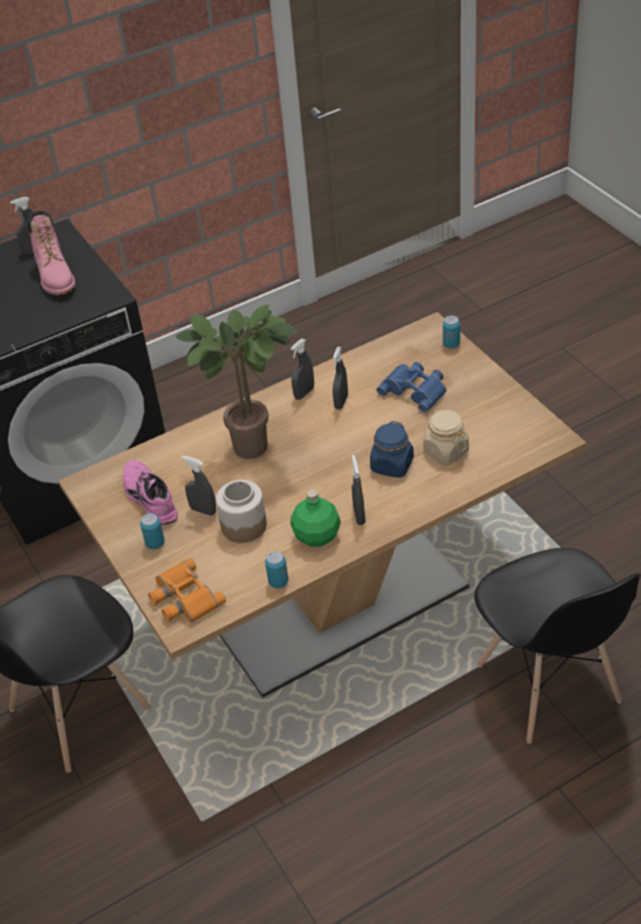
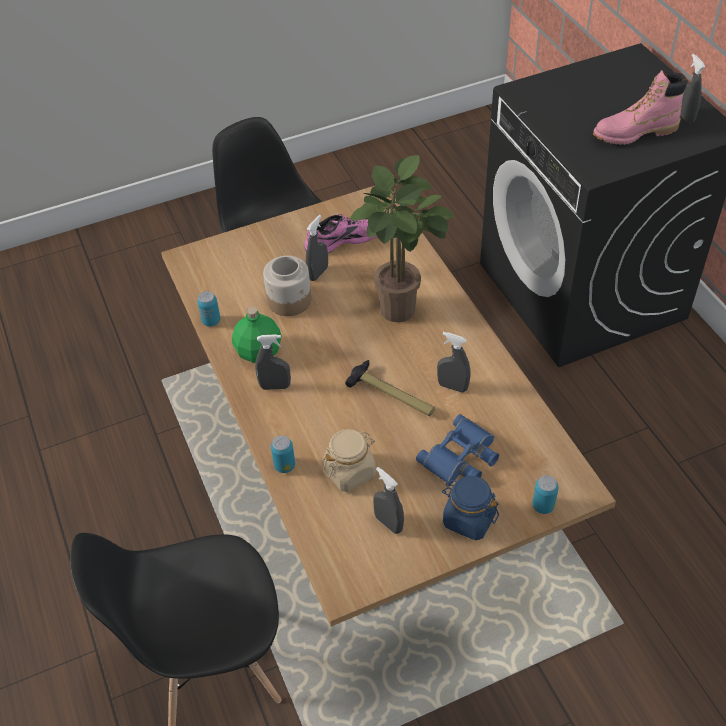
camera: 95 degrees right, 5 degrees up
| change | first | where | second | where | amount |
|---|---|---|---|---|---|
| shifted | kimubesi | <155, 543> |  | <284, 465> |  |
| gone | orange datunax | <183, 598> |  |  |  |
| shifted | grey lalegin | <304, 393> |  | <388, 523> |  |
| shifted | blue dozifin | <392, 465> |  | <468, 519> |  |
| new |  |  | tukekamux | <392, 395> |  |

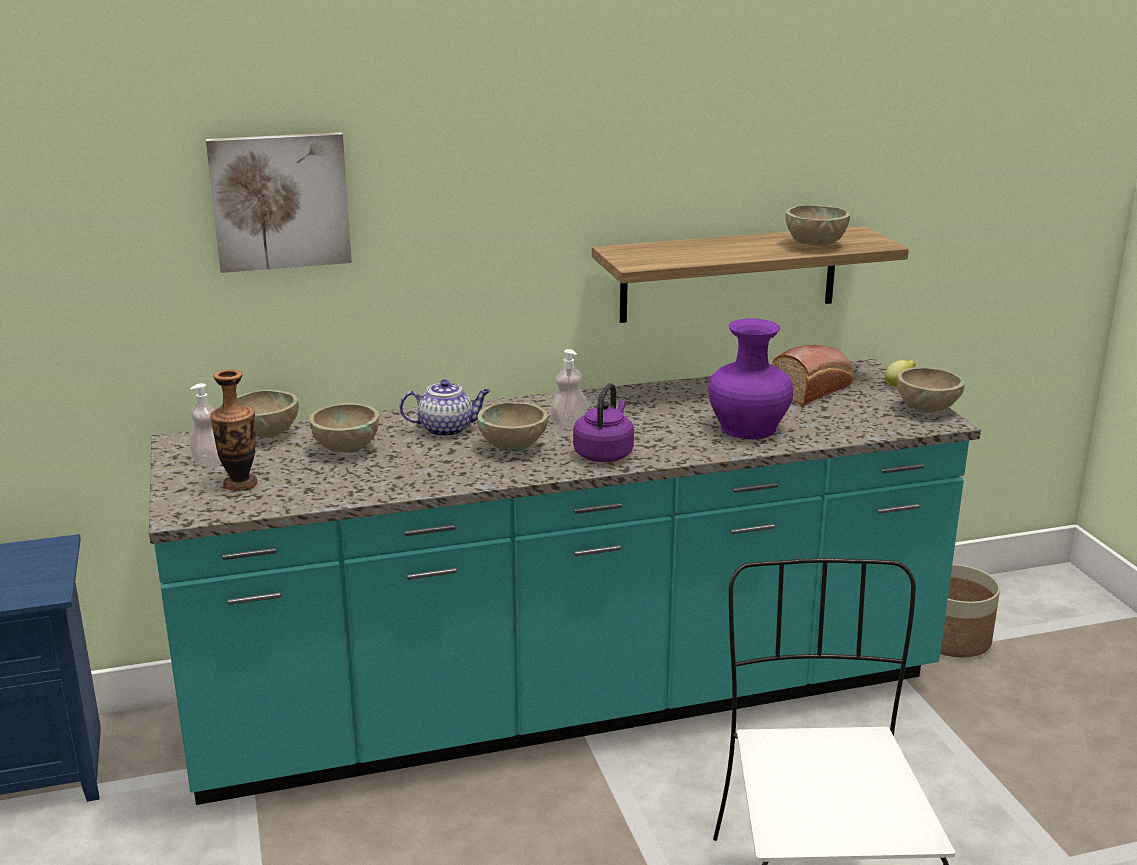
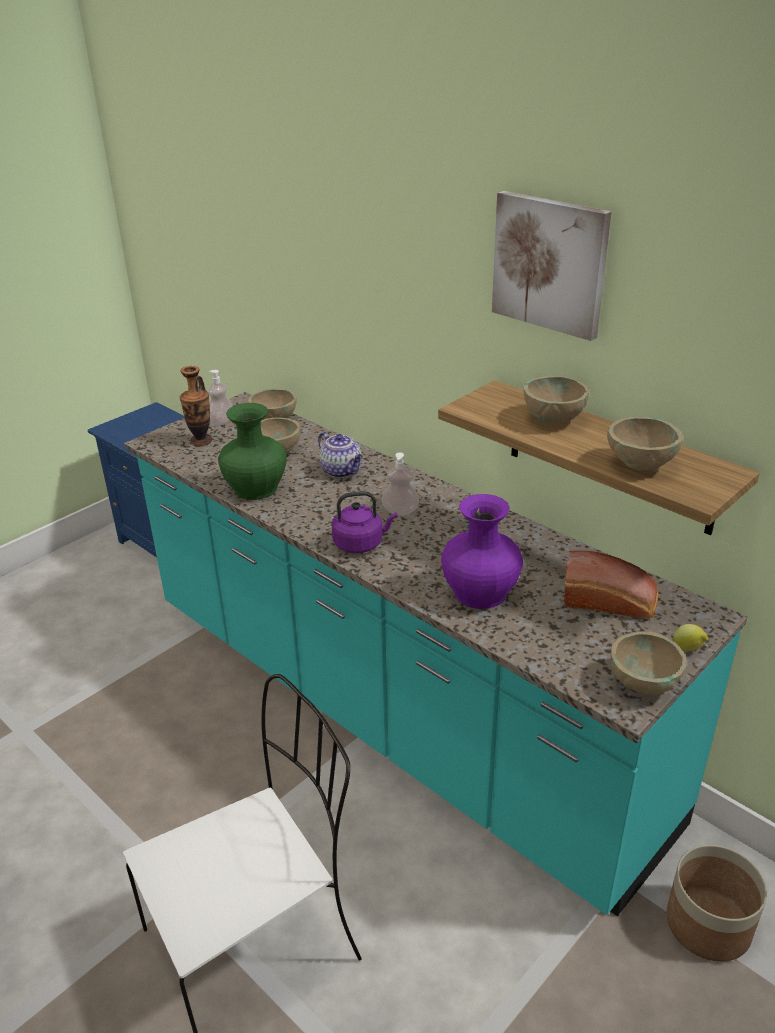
camera: 60 degrees right, 10 degrees up
| change | first | where | second | where | amount |
|---|---|---|---|---|---|
| shifted | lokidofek | <280, 201> |  | <550, 264> |  |
| shifted | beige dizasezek | <513, 448> |  | <554, 419> |  |
| new |  |  | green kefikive | <256, 488> |  |

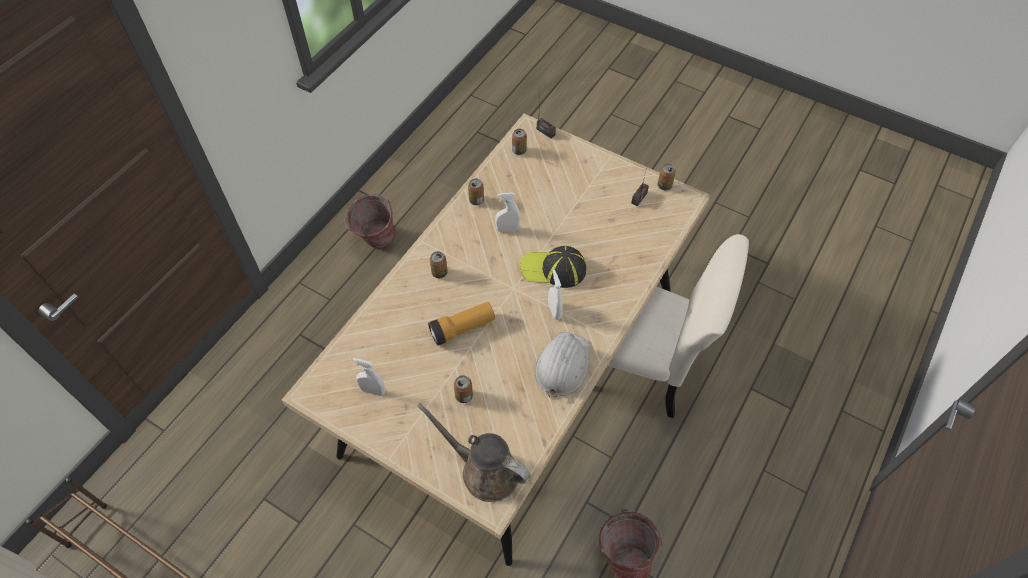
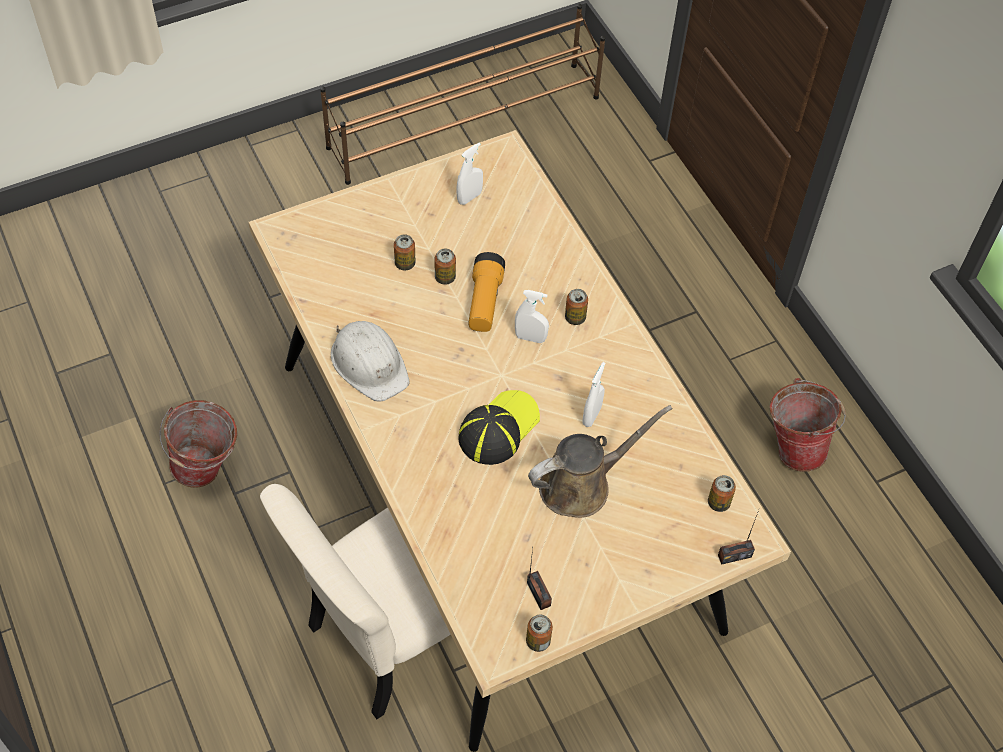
camera: 120 degrees right, 0 degrees up
| change | first | where | second | where | amount |
|---|---|---|---|---|---|
| shifted | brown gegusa | <484, 470> |  | <581, 484> |  |
| shifted | kimubesi | <476, 200> |  | <445, 277> |  |
| shifted | white lalegin | <554, 311> |  | <530, 338> |  |

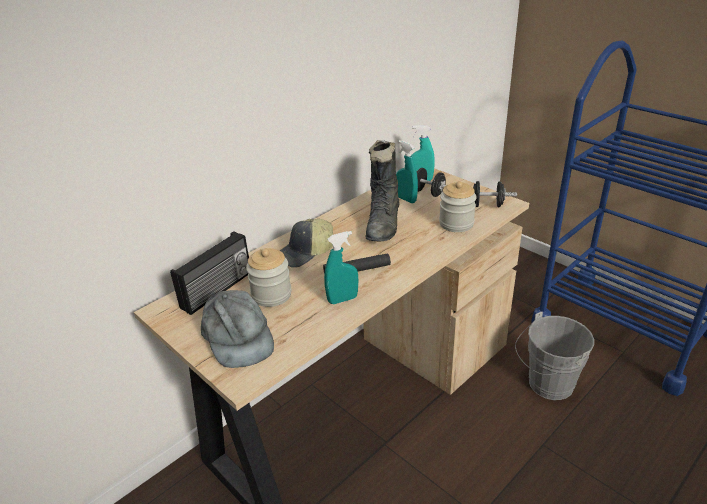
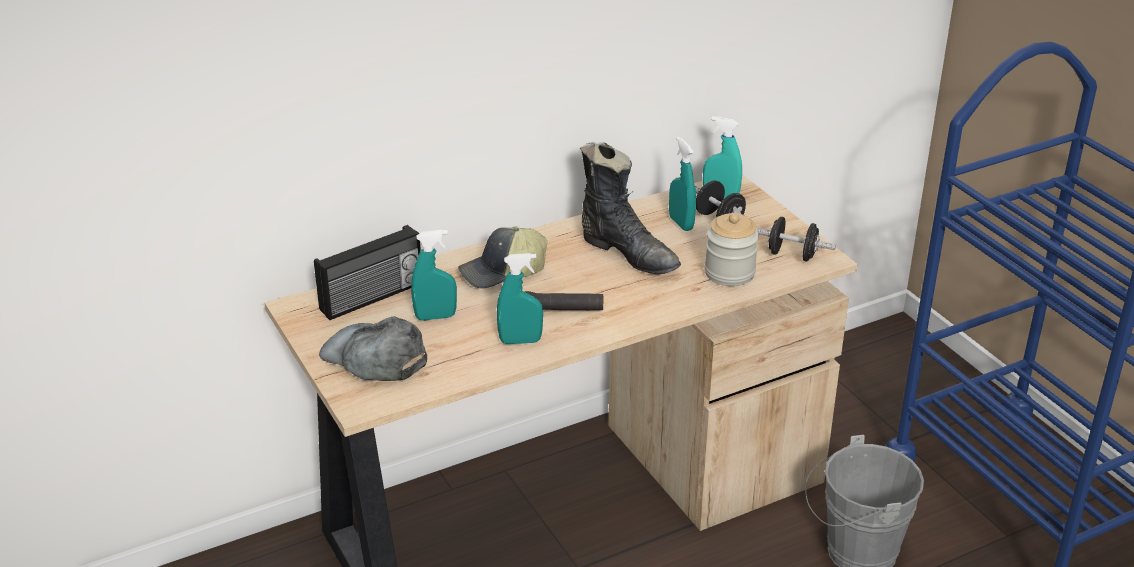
camera: 15 degrees right, 0 degrees up
| change | first | where | second | where | amount |
|---|---|---|---|---|---|
| rotated | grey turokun | <237, 337> |  | <374, 357> | 135 degrees clockwise |
| swapped | dozifin | <271, 295> | turquoise lalegin | <435, 317> |  |
| rotated | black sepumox | <384, 224> |  | <628, 253> | 75 degrees counterclockwise |

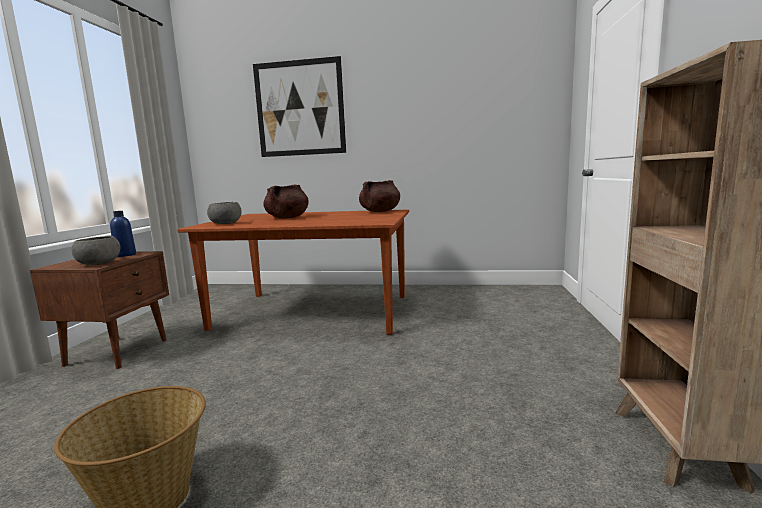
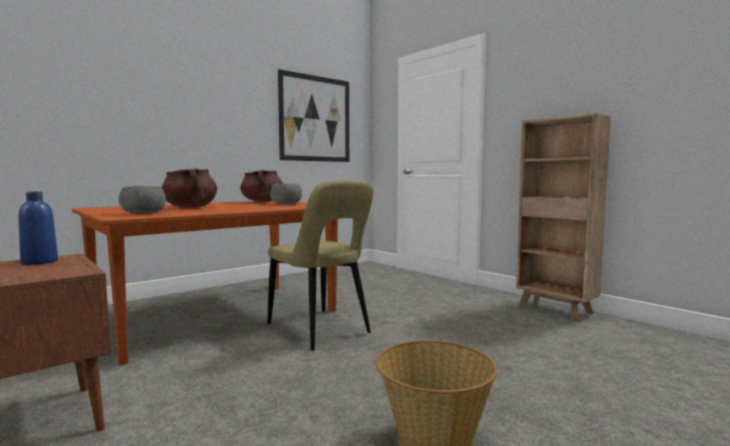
camera: 50 degrees left, 5 degrees down
| change | first | where | second | where | amount |
|---|---|---|---|---|---|
| shifted | grey dizasezek | <99, 263> |  | <286, 204> |  |
| shifted | lokidofek | <300, 108> |  | <315, 119> |  |
| new |  |  | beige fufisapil | <321, 330> |  |

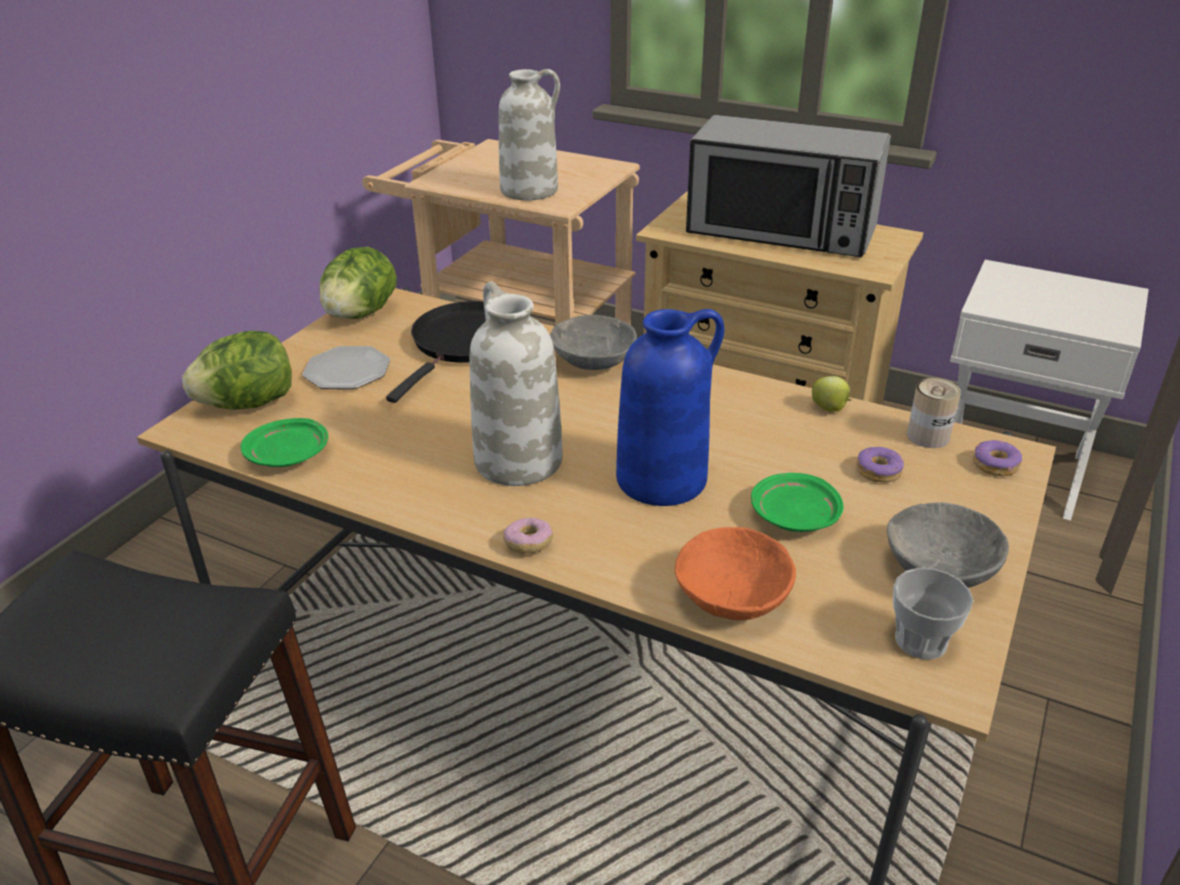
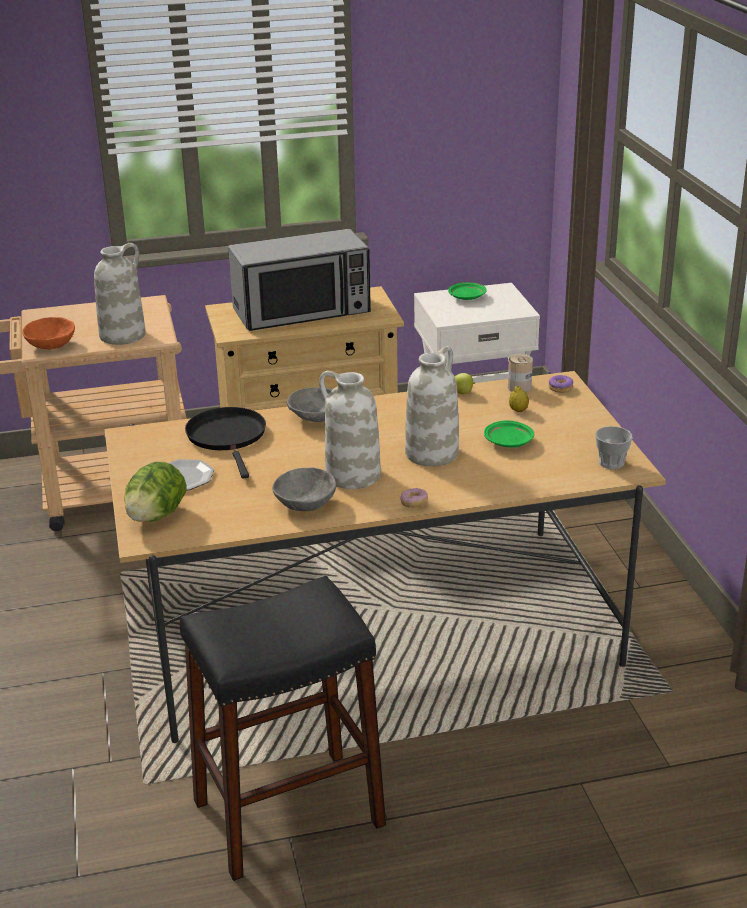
camera: 40 degrees left, 5 degrees down
| change | first | where | second | where | amount |
|---|---|---|---|---|---|
| shifted | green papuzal | <289, 455> |  | <467, 297> |  |
| gone | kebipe | <360, 314> |  |  |  |
| repainted | blue kefikive | <662, 478> | white kefikive | <432, 453> |  |
| shifted | orange dizasezek | <733, 597> |  | <51, 345> |  |
| swapped | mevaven | <878, 471> | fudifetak | <518, 410> |  |
| shifted | grey dizasezek | <941, 569> |  | <306, 503> |  |

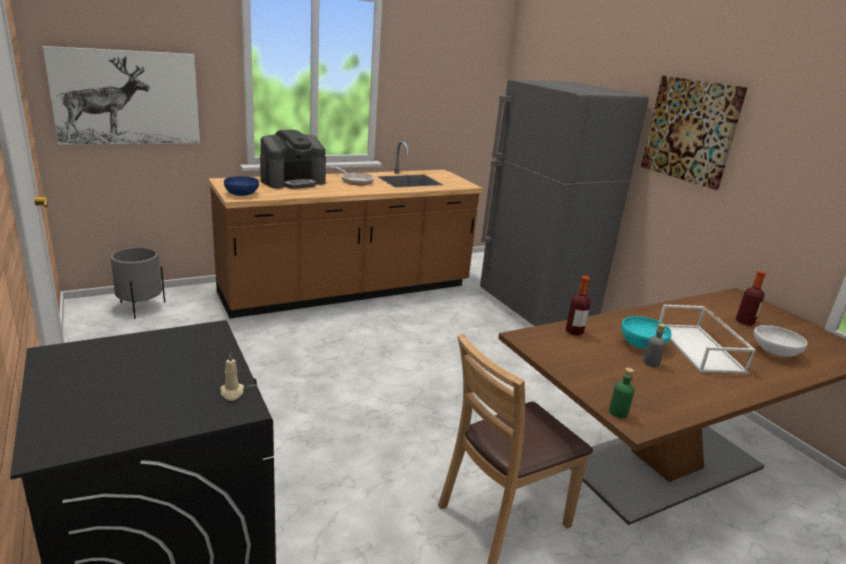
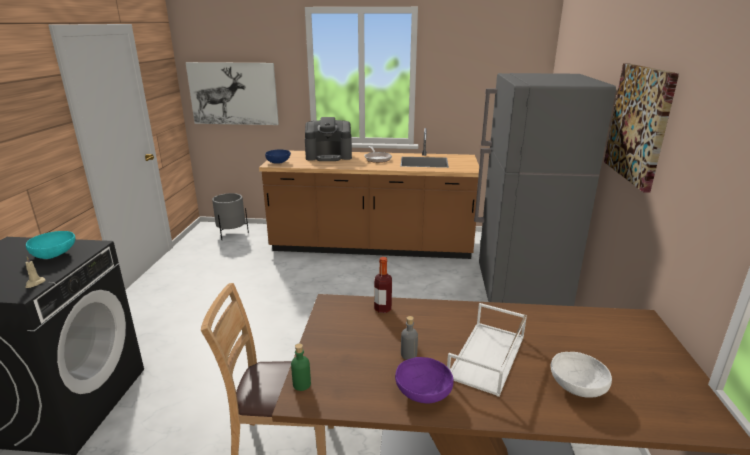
camera: 35 degrees right, 0 degrees up
| change | first | where | second | where | amount |
|---|---|---|---|---|---|
| shifted | turquoise dizasezek | <642, 344> |  | <55, 255> |  |
| gone | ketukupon | <744, 322> |  |  |  |
| new |  |  | purple dizasezek | <422, 394> |  |

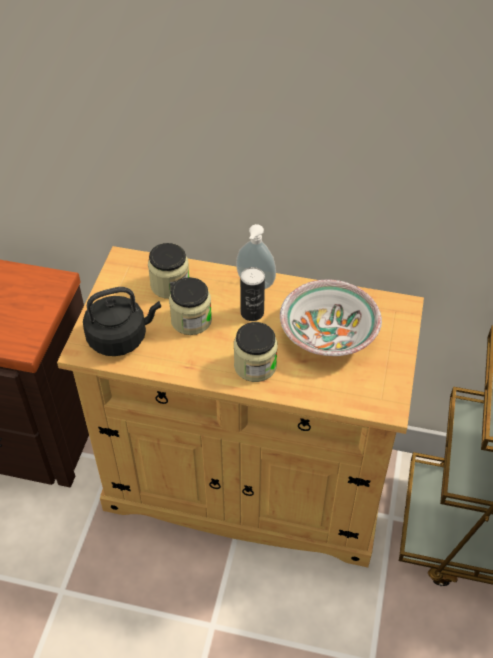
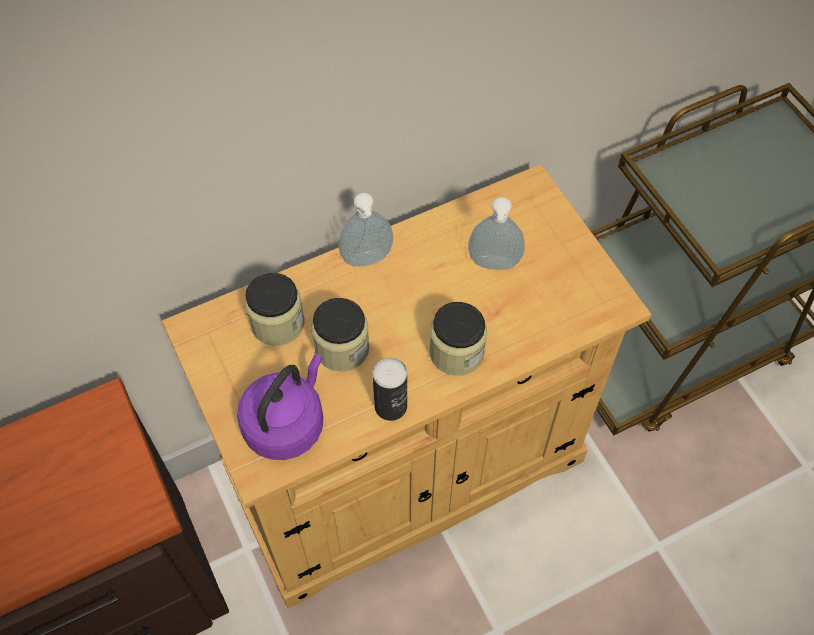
camera: 40 degrees left, 10 degrees up
| change | first | where | second | where | amount |
|---|---|---|---|---|---|
| repainted | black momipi | <120, 338> | purple momipi | <286, 423> |  |
| shifted | kimubesi | <252, 312> |  | <390, 406> |  |
| swapped | dizasezek | <329, 334> | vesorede | <493, 265> |  |

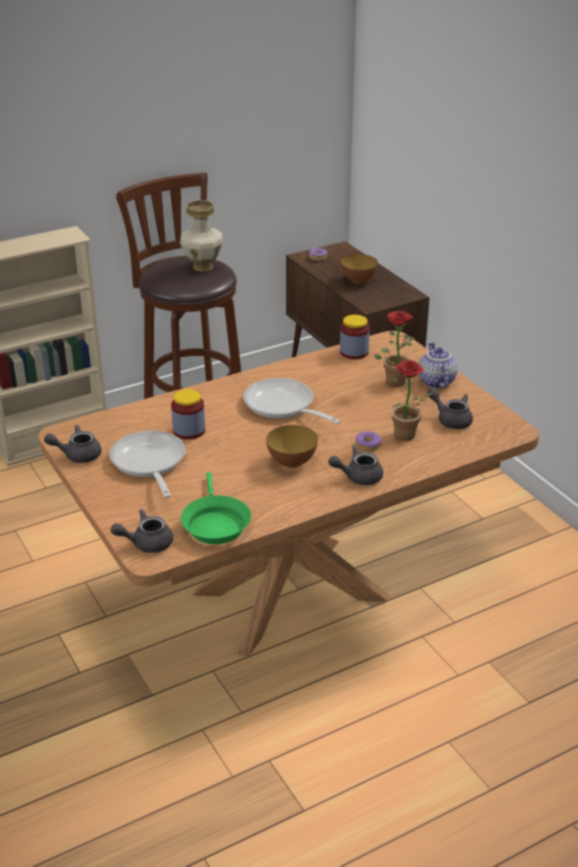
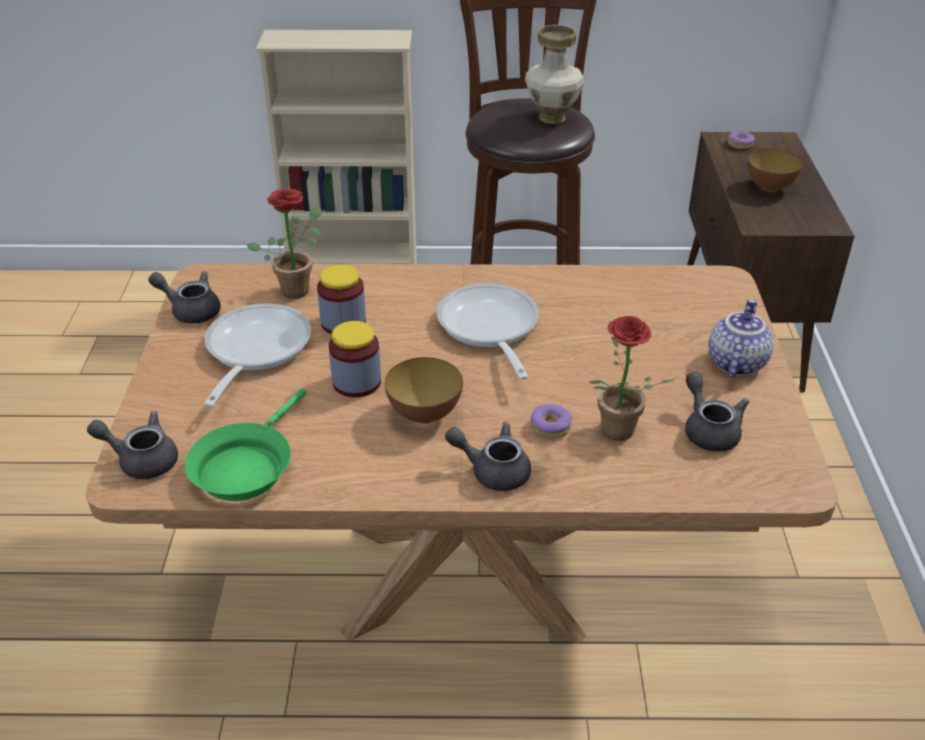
camera: 30 degrees right, 5 degrees up
| change | first | where | second | where | amount |
|---|---|---|---|---|---|
| shifted | dozifin | <354, 352> |  | <356, 382> |  |
| shifted | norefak | <394, 380> |  | <298, 287> |  |

